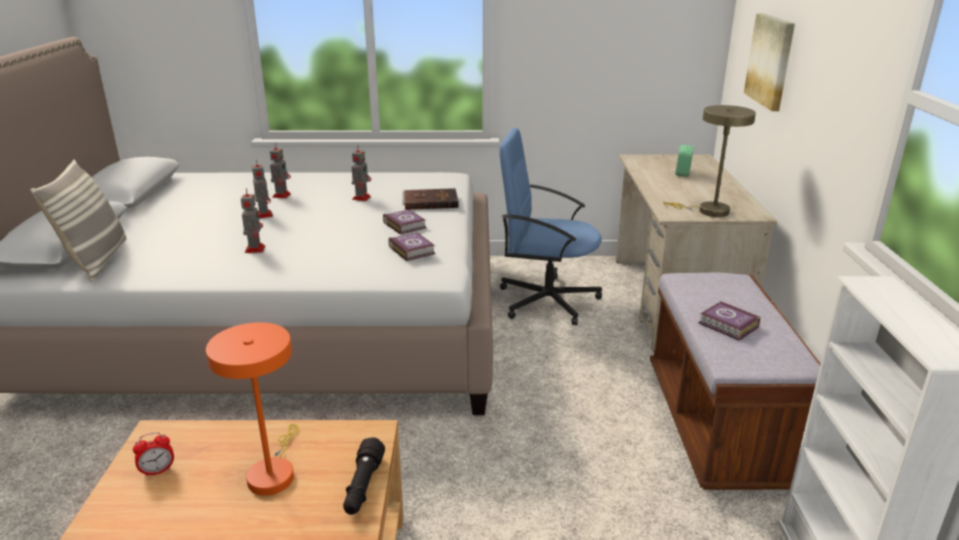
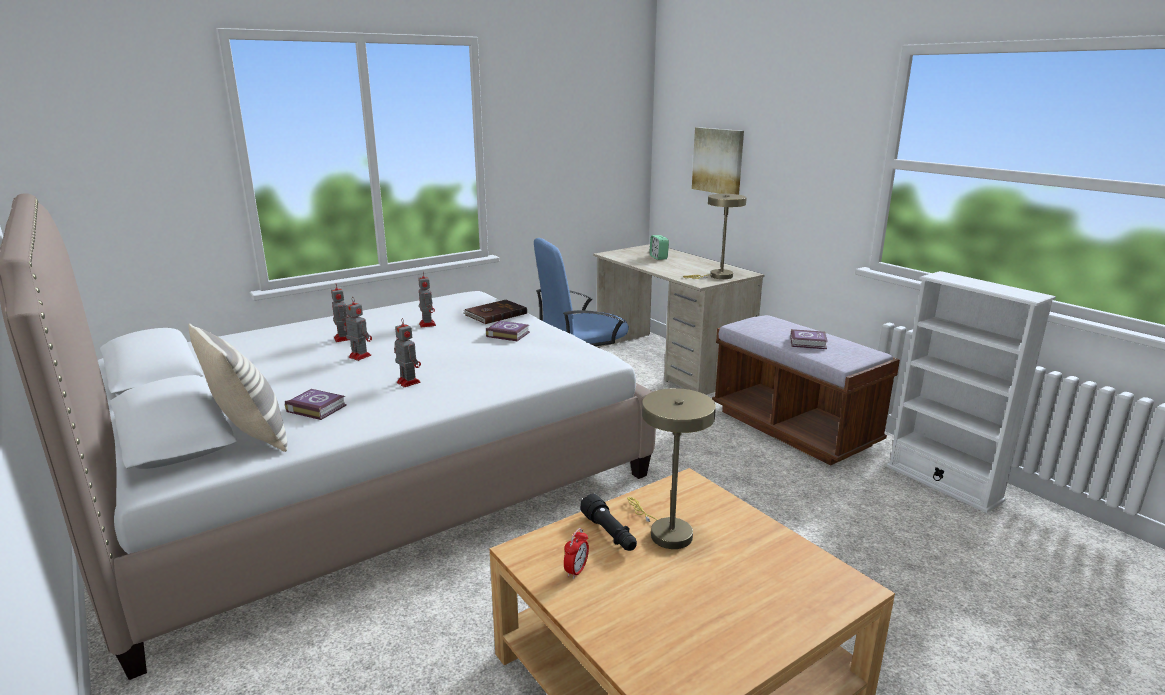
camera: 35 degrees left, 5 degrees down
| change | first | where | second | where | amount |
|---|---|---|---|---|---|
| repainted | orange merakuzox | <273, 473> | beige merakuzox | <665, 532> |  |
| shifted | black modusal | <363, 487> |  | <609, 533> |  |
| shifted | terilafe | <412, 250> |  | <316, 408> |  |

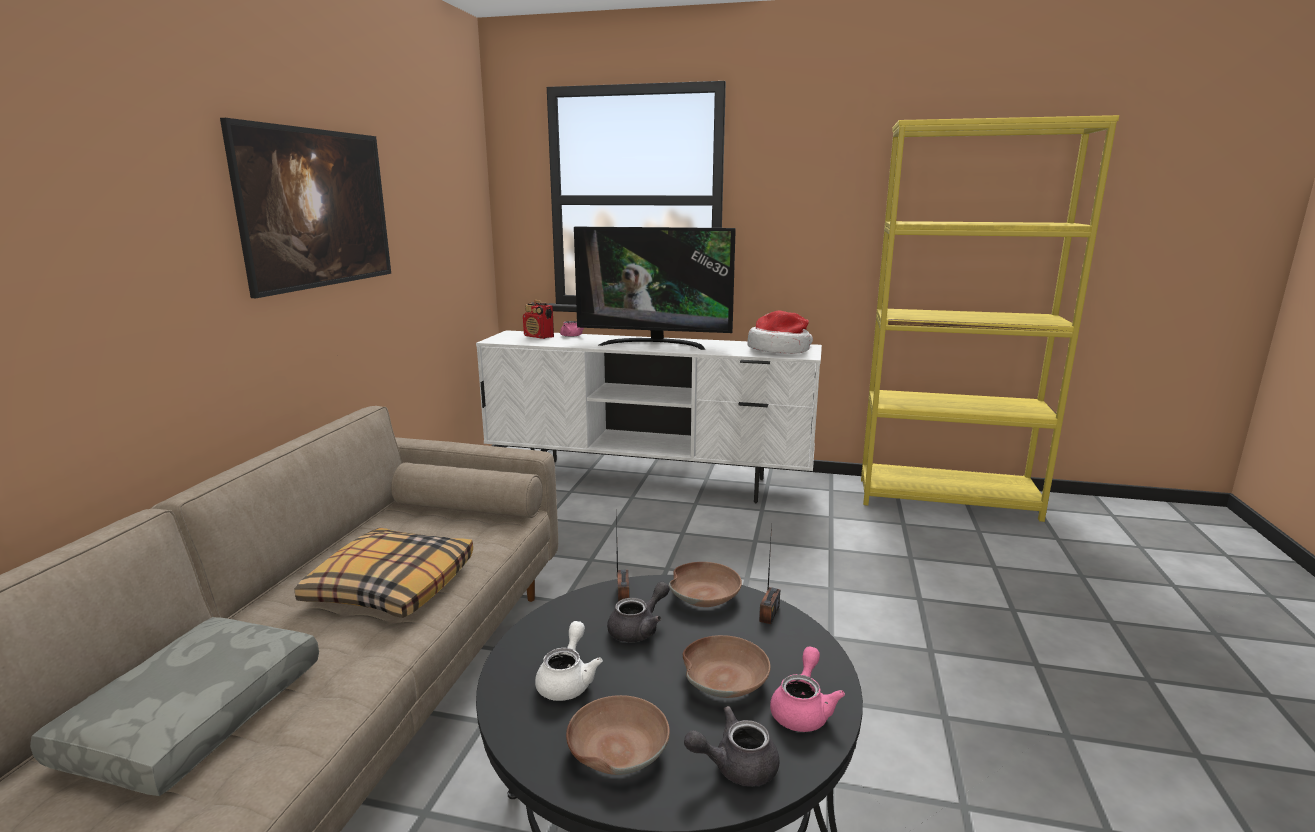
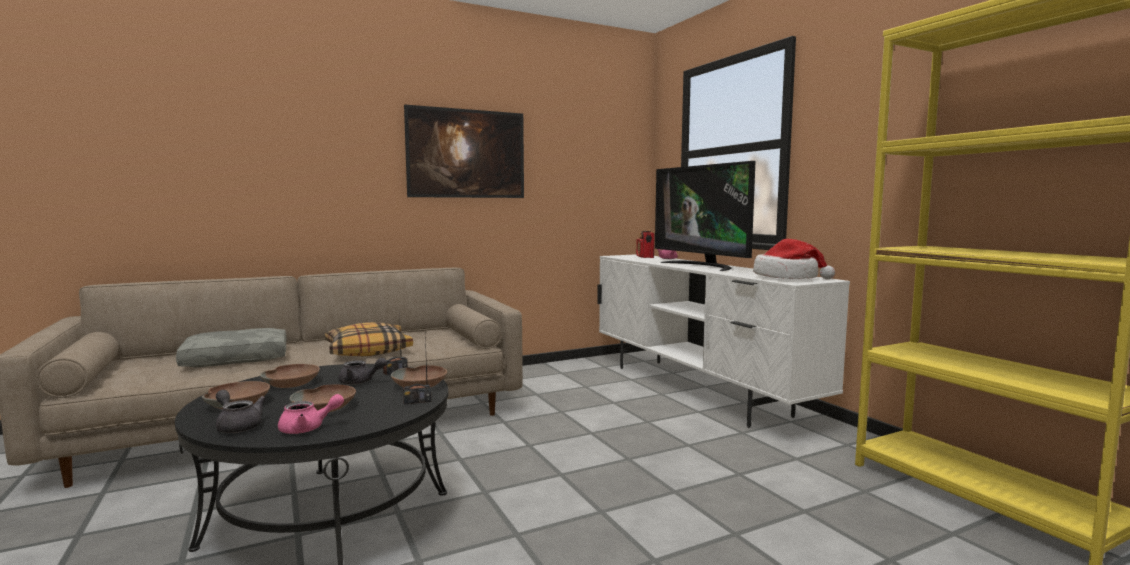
camera: 50 degrees right, 10 degrees down
| change | first | where | second | where | amount |
|---|---|---|---|---|---|
| swapped | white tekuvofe | <568, 680> | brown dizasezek | <292, 383> |  |

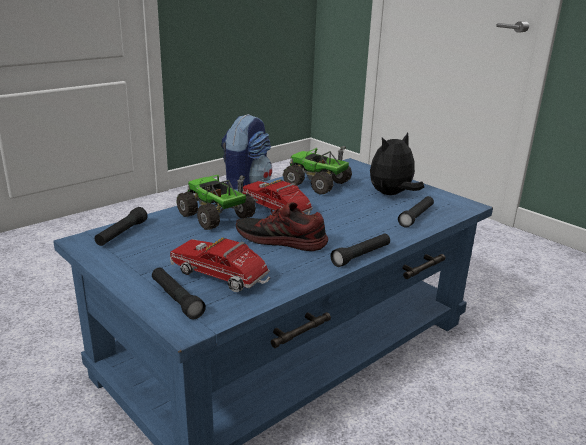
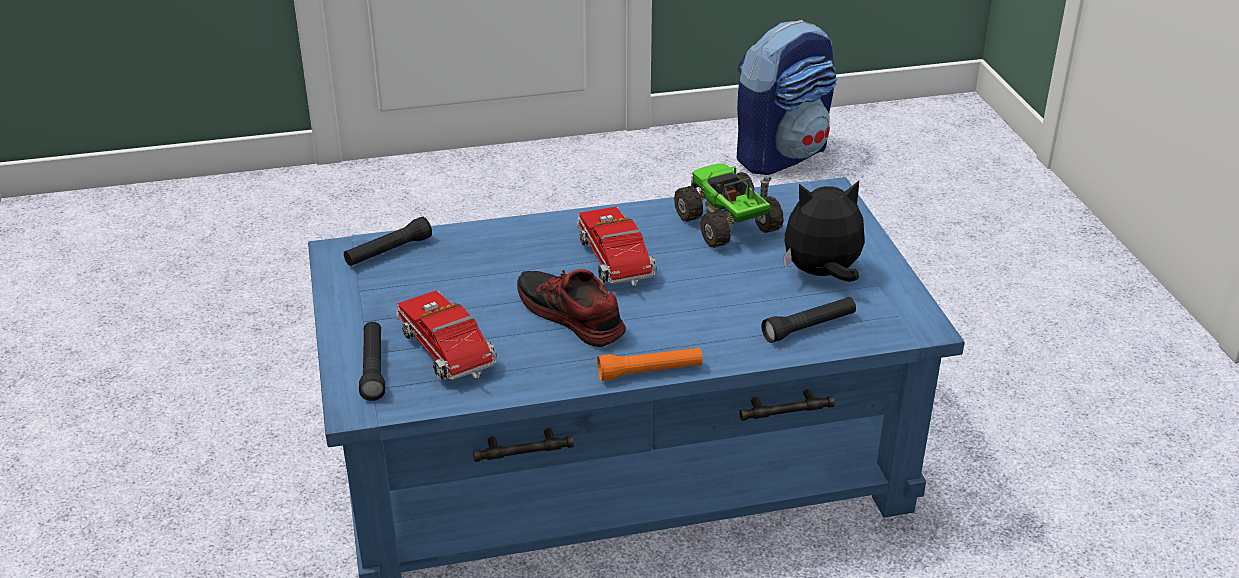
camera: 30 degrees right, 10 degrees up
| change | first | where | second | where | amount |
|---|---|---|---|---|---|
| gone | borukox | <216, 216> |  |  |  |
| repainted | black modusal | <361, 256> | orange modusal | <650, 372> |  |

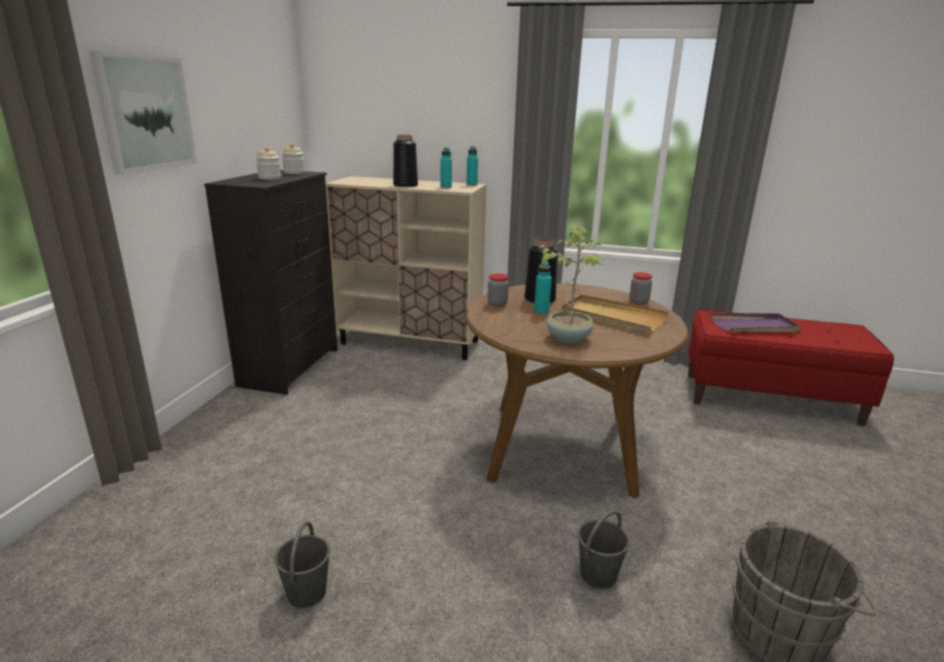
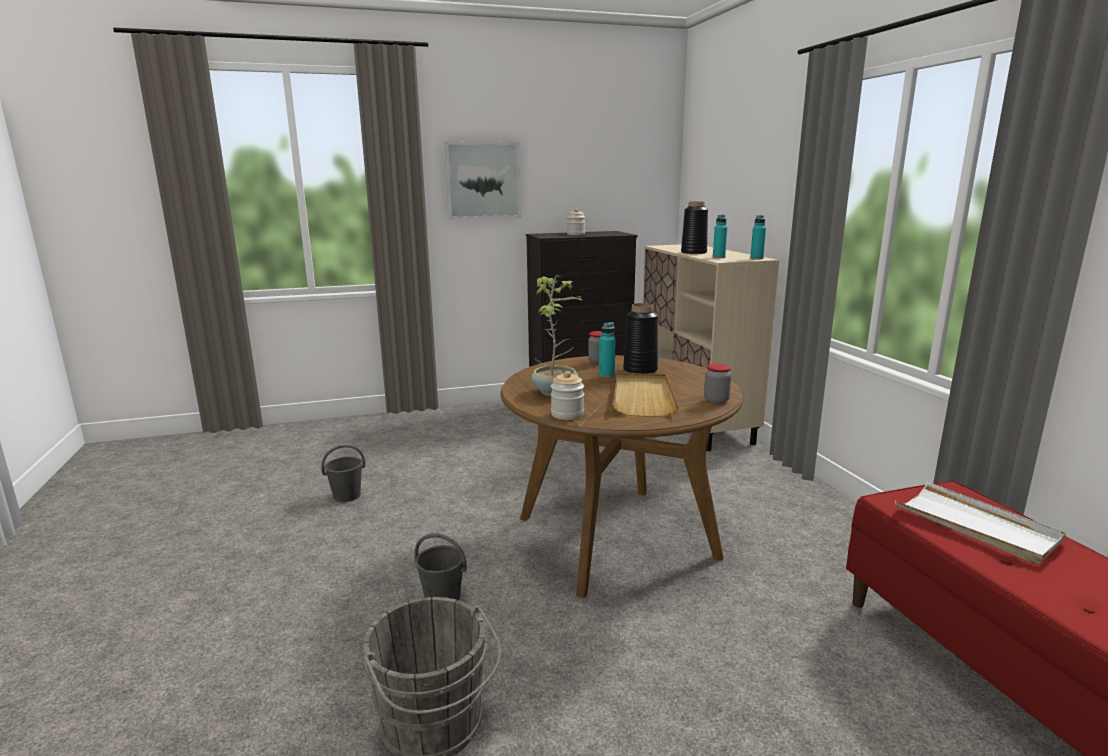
camera: 60 degrees right, 5 degrees down
| change | first | where | second | where | amount |
|---|---|---|---|---|---|
| shifted | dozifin | <294, 172> |  | <567, 414> |  |
| repainted | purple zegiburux | <754, 326> | white zegiburux | <976, 526> |  |

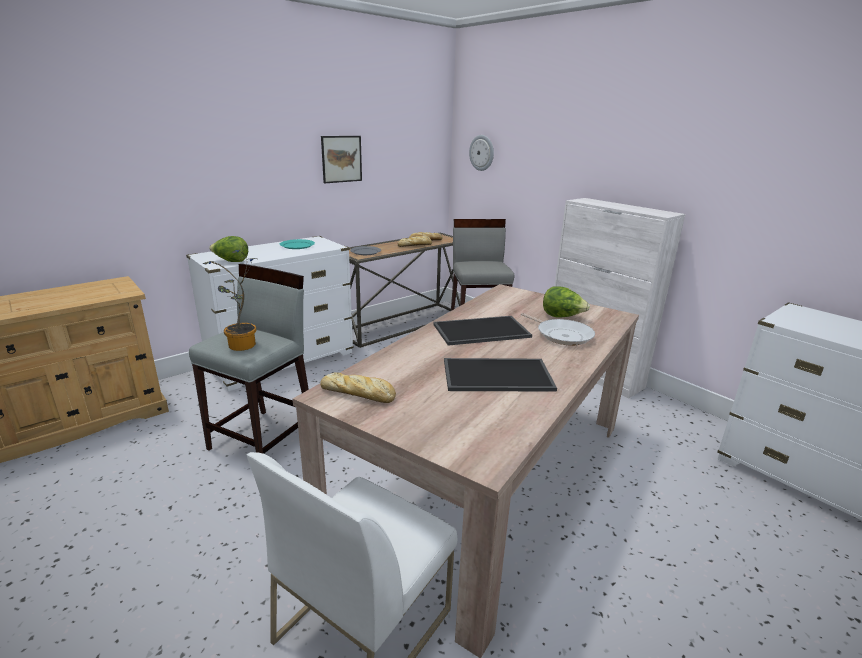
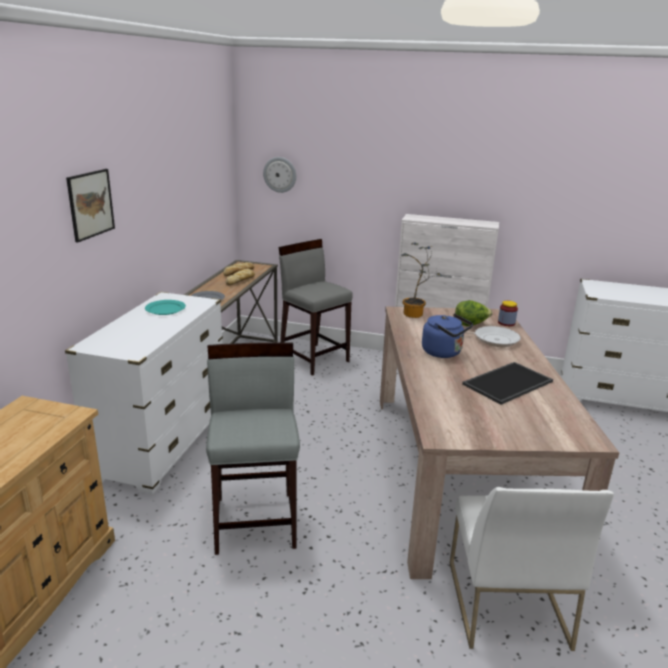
camera: 35 degrees left, 0 degrees up
| change | first | where | second | where | amount |
|---|---|---|---|---|---|
| shifted | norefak | <242, 347> |  | <415, 315> |  |
| gone | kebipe | <231, 261> |  |  |  |
| gone | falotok | <359, 394> |  |  |  |
| shifted | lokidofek | <341, 159> |  | <90, 204> |  |
| swapped | zegiburux | <481, 331> | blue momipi | <444, 353> |  |
| new |  |  | dozifin | <506, 323> |  |

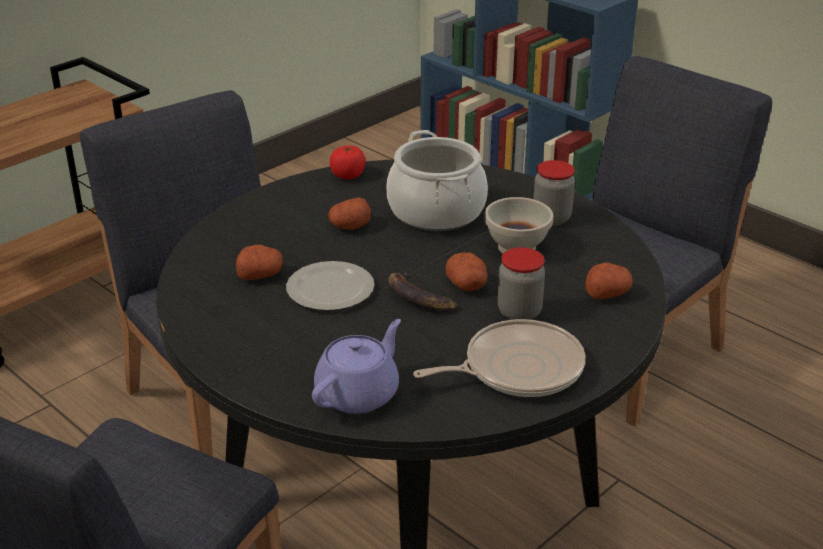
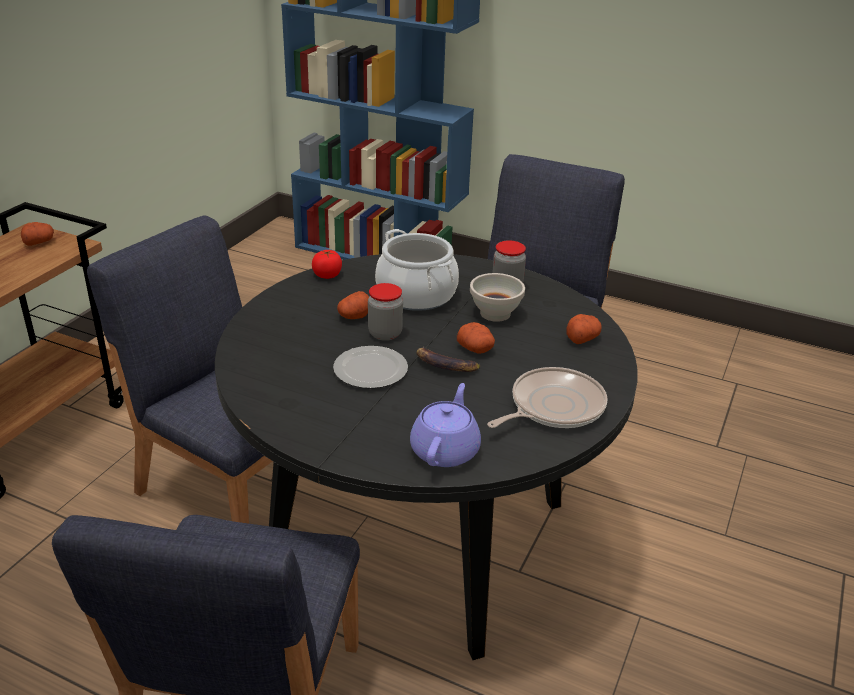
camera: 20 degrees left, 0 degrees up
| change | first | where | second | where | amount |
|---|---|---|---|---|---|
| shifted | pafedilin | <260, 274> |  | <39, 242> |  |
| shifted | dozifin | <519, 312> |  | <385, 333> |  |

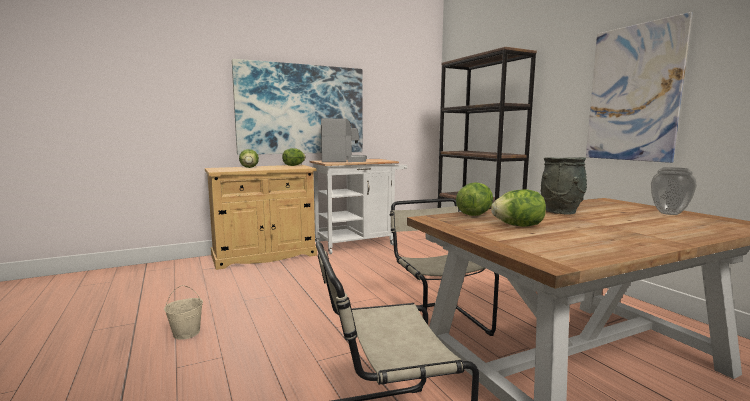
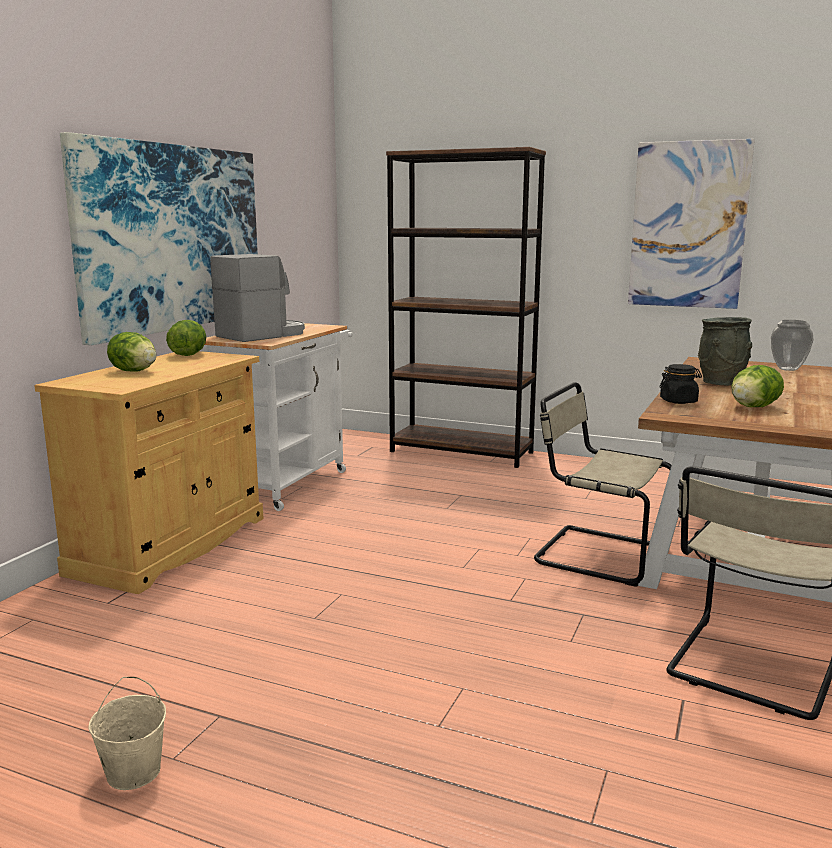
camera: 40 degrees left, 5 degrees up
| change | first | where | second | where | amount |
|---|---|---|---|---|---|
| shifted | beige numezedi | <187, 333> |  | <133, 772> |  |
| swapped | kebipe | <474, 214> | black dozifin | <678, 401> |  |

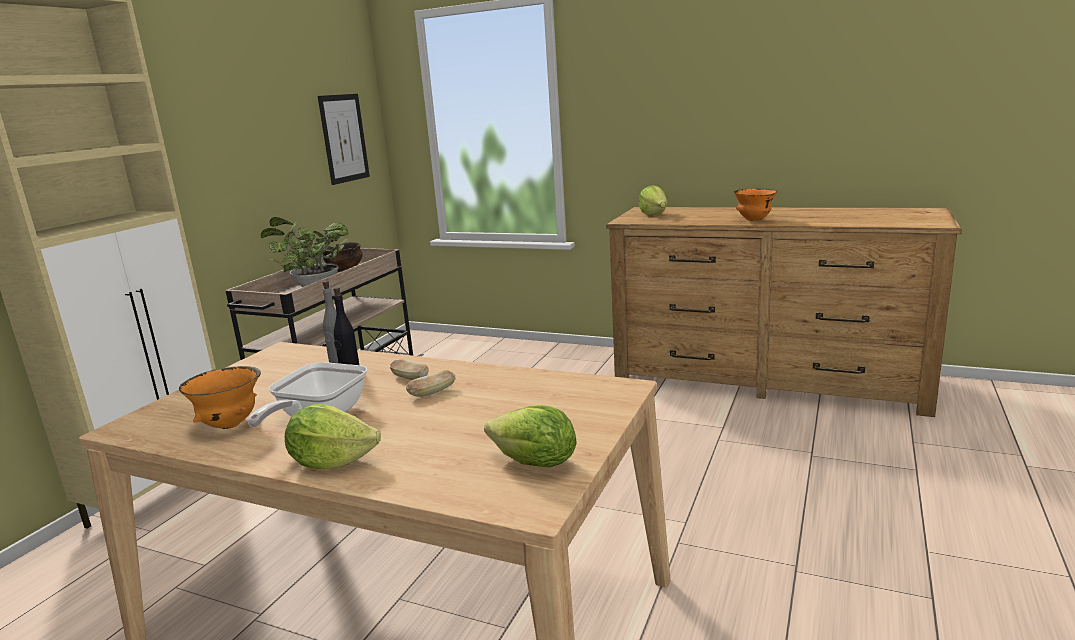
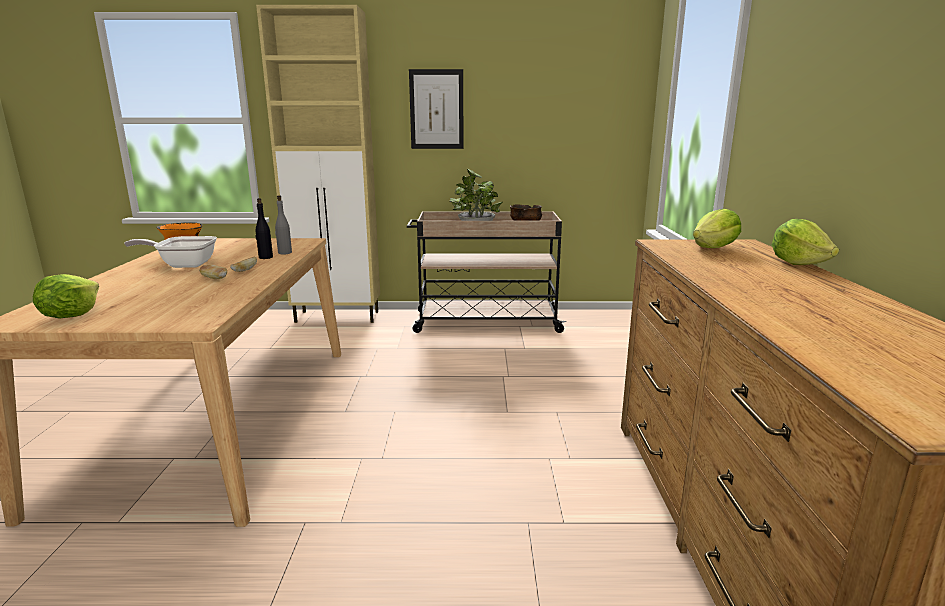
camera: 65 degrees right, 0 degrees up
| change | first | where | second | where | amount |
|---|---|---|---|---|---|
| shifted | kebipe | <332, 462> |  | <798, 263> |  |
| shifted | lokidofek | <344, 138> |  | <436, 109> |  |
| gone | orange dizasezek | <754, 220> |  |  |  |

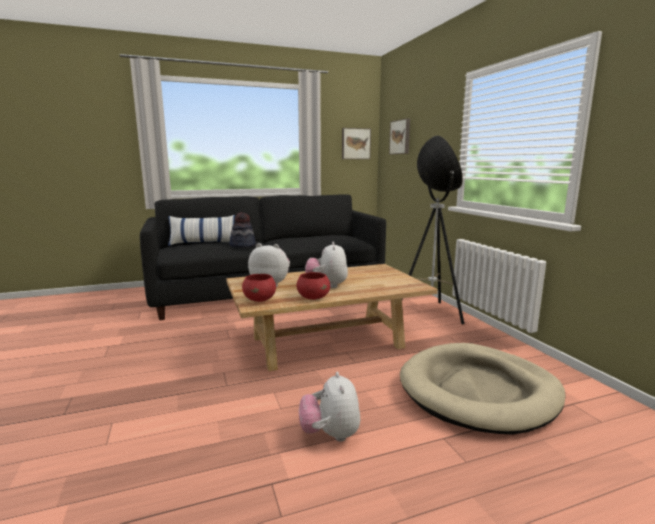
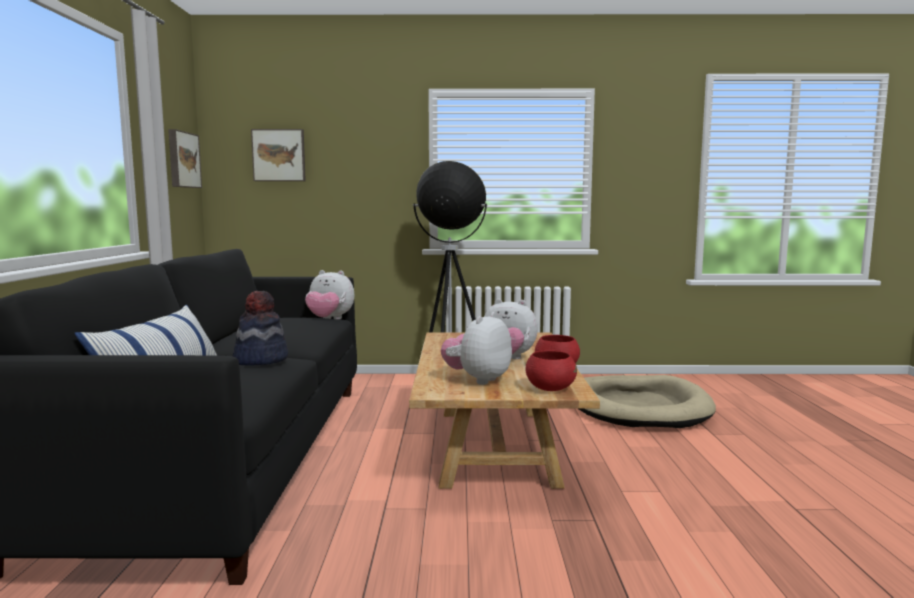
camera: 70 degrees left, 5 degrees down
| change | first | where | second | where | amount |
|---|---|---|---|---|---|
| shifted | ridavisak | <330, 434> |  | <329, 319> |  |

